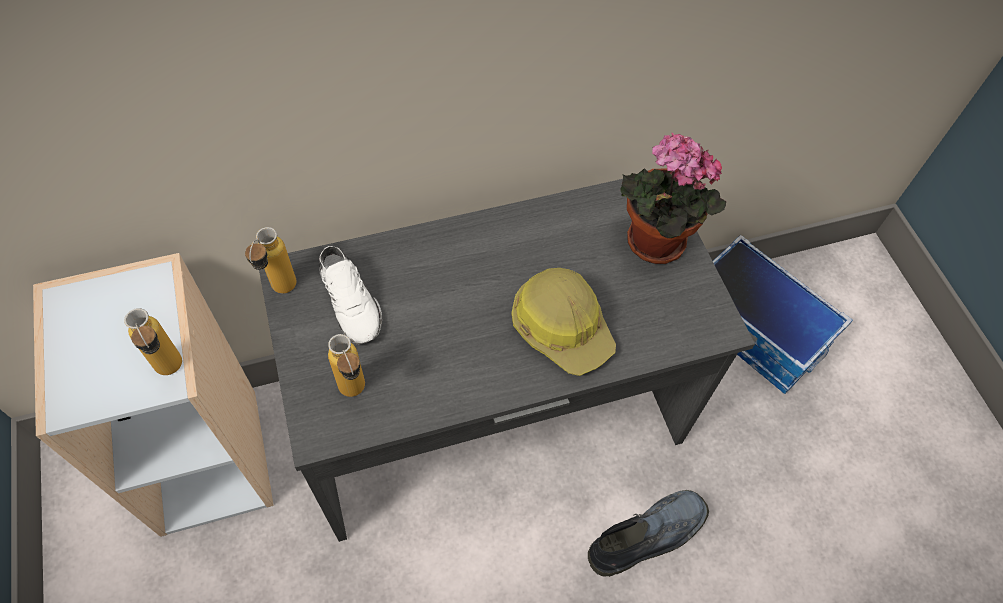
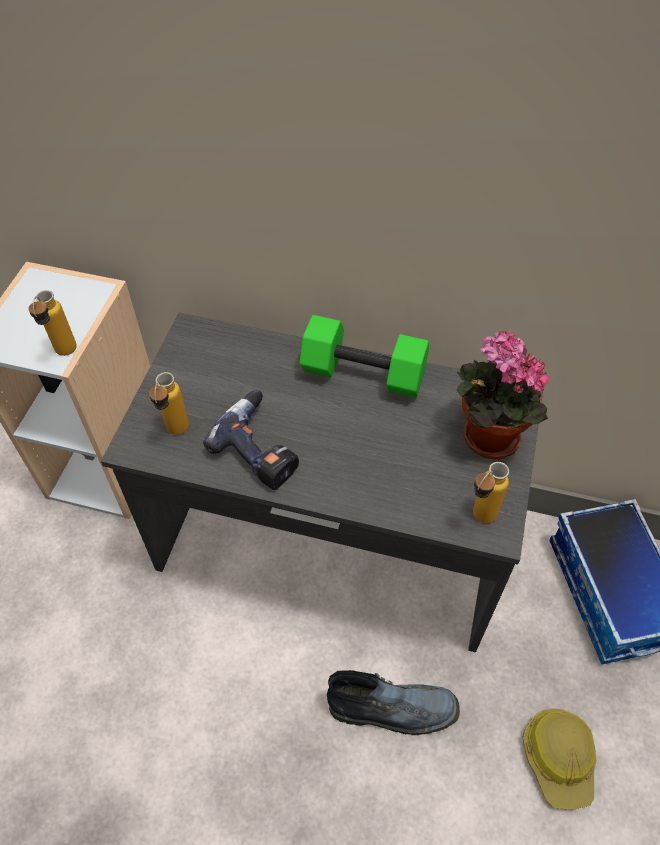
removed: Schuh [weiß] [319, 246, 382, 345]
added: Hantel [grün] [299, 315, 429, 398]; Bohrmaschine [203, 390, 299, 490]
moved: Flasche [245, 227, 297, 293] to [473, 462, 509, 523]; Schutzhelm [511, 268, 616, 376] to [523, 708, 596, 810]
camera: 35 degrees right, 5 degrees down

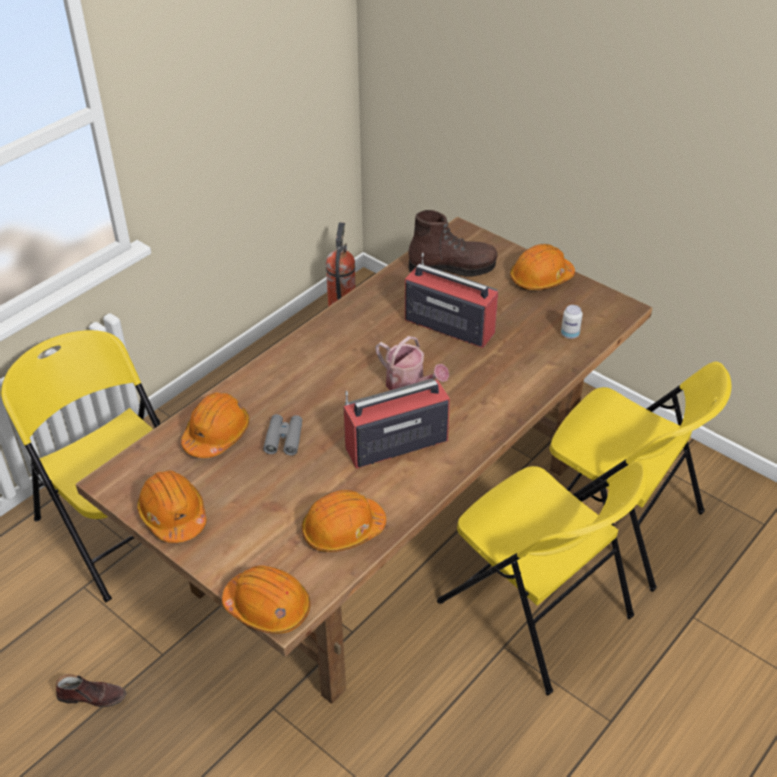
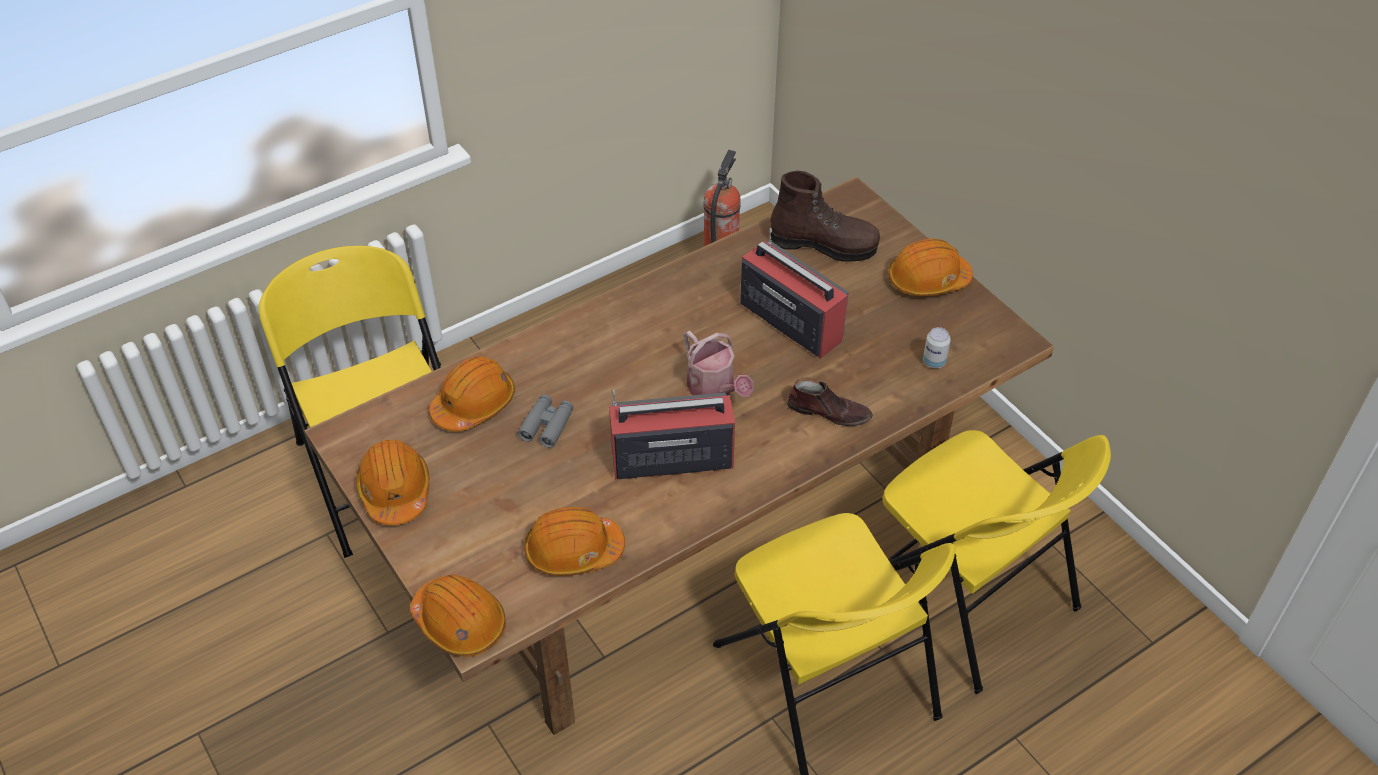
moved: Schuh [braun] [56, 674, 126, 707] to [787, 377, 873, 426]
camera: 15 degrees right, 5 degrees up

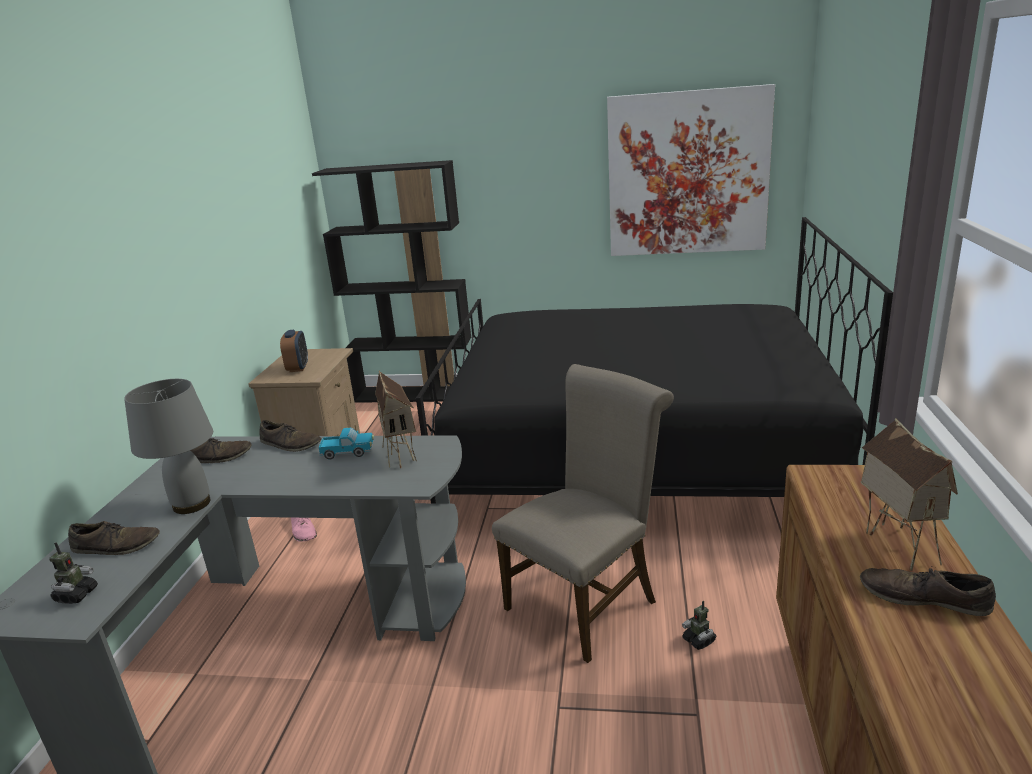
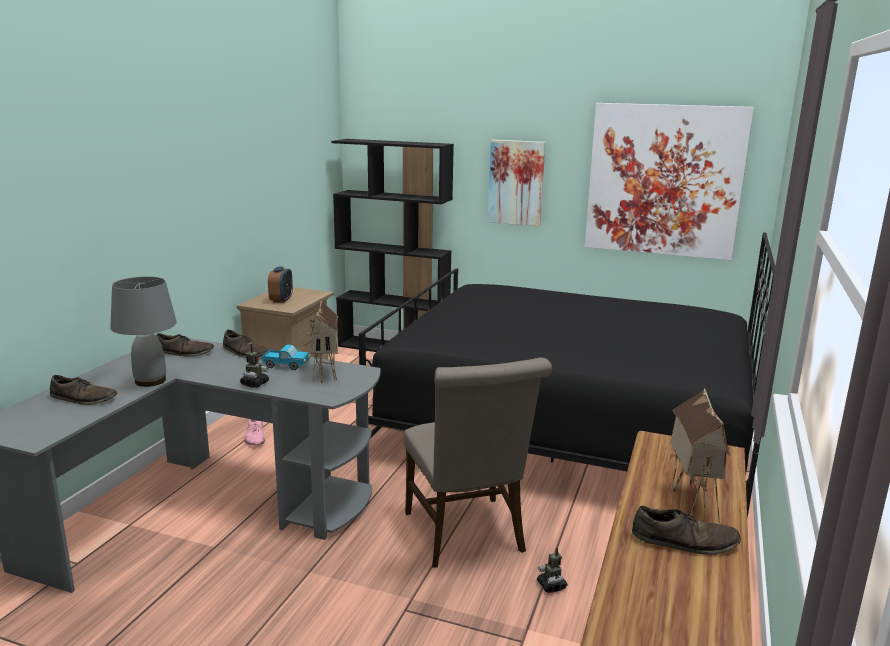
added: Bild [488, 140, 545, 227]
moved: Spielzeugroboter [49, 542, 98, 604] to [240, 344, 269, 388]
turned: Stuhl [beige] [492, 364, 674, 663] = [404, 357, 552, 568] 105 degrees clockwise; Schuh [braun] [860, 567, 996, 616] = [632, 506, 741, 555] 150 degrees clockwise
camera: 10 degrees right, 5 degrees down

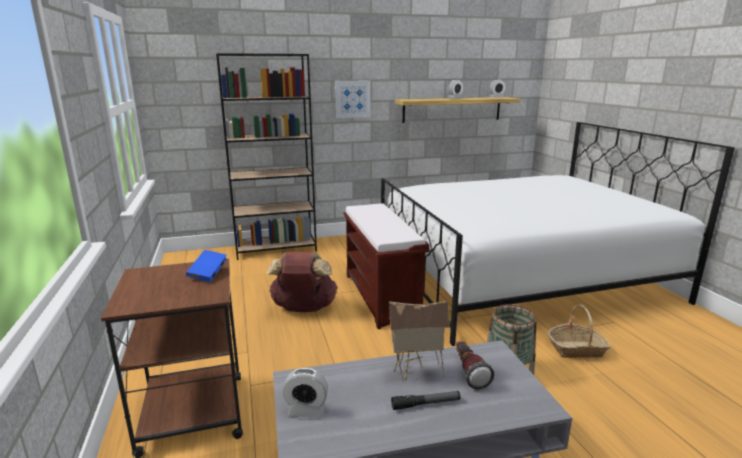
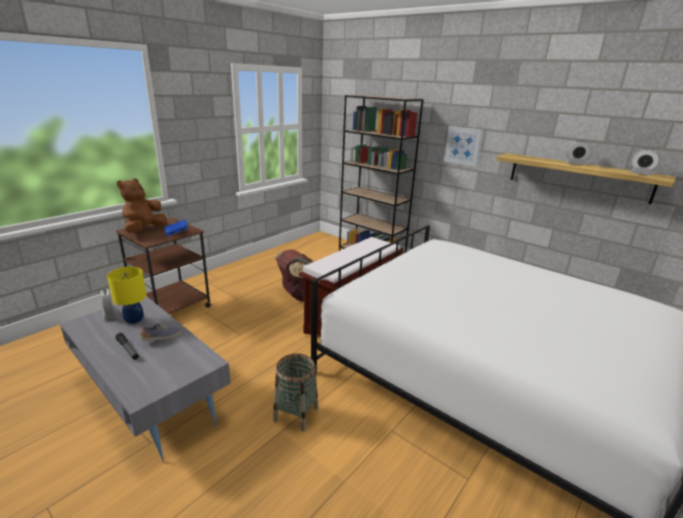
removed: Korb [548, 304, 611, 358]; Taschenlampe [456, 341, 494, 389]
added: Plüschtier [braun] [117, 178, 167, 233]; Tischlampe [gelb] [107, 267, 147, 324]
replaced: Spielzeughaus [389, 301, 449, 382] to Schuh [140, 324, 182, 341]
camera: 55 degrees right, 5 degrees up

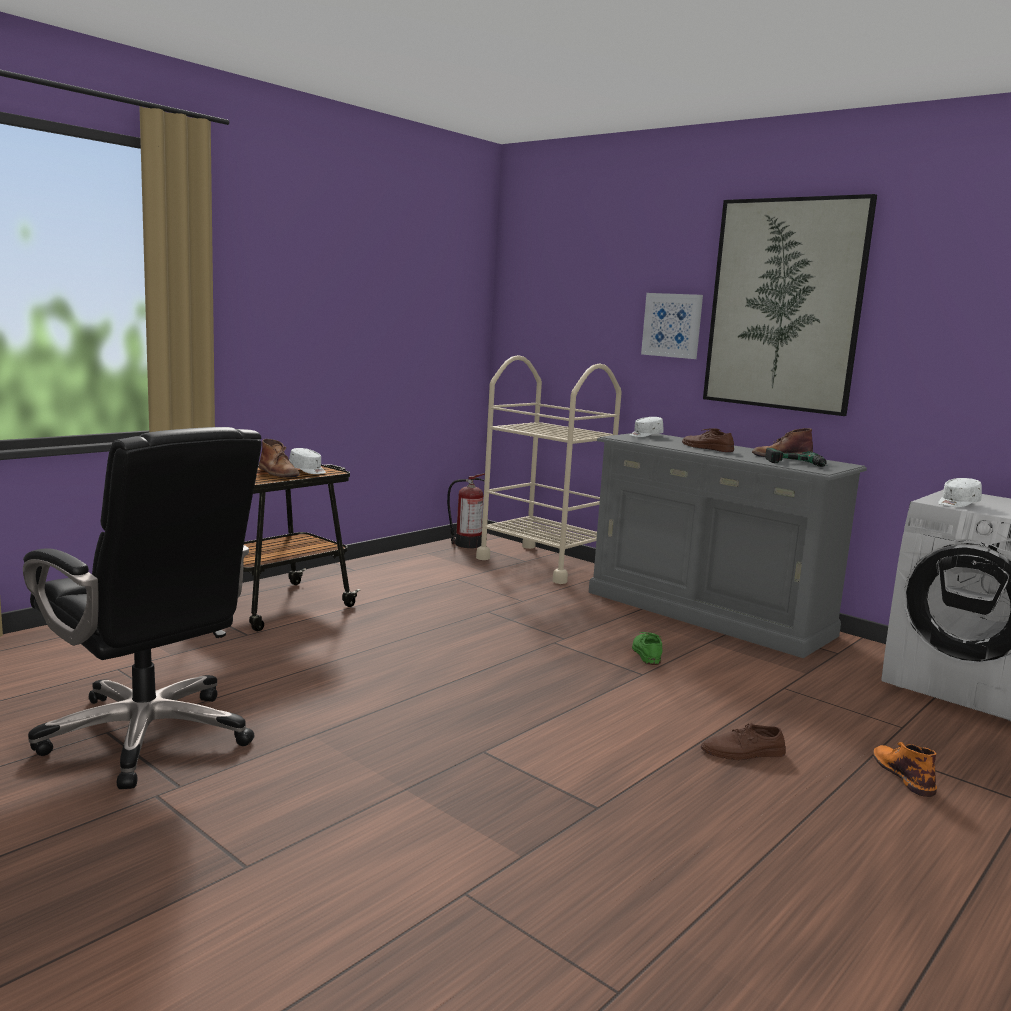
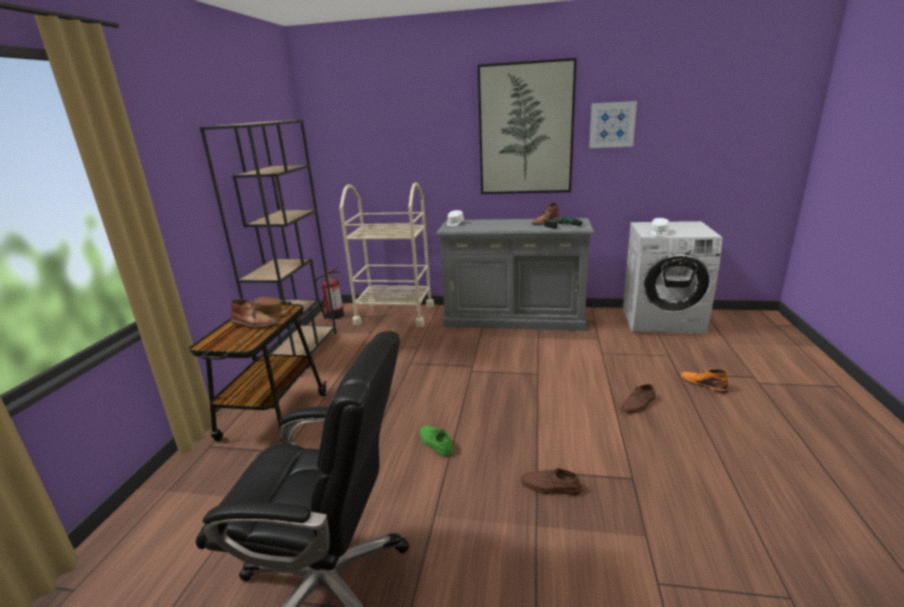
added: Bücherregal [200, 120, 337, 358]
moved: Bild [641, 293, 703, 359] to [589, 101, 637, 148]; Schuh [braun] [682, 428, 734, 452] to [521, 467, 582, 496]; Schuh [grün] [632, 632, 663, 665] to [420, 425, 453, 457]
recoloured: Kappe [weiß] [289, 448, 326, 474] to Kappe [braun] [254, 297, 289, 317]
camera: 30 degrees left, 10 degrees up

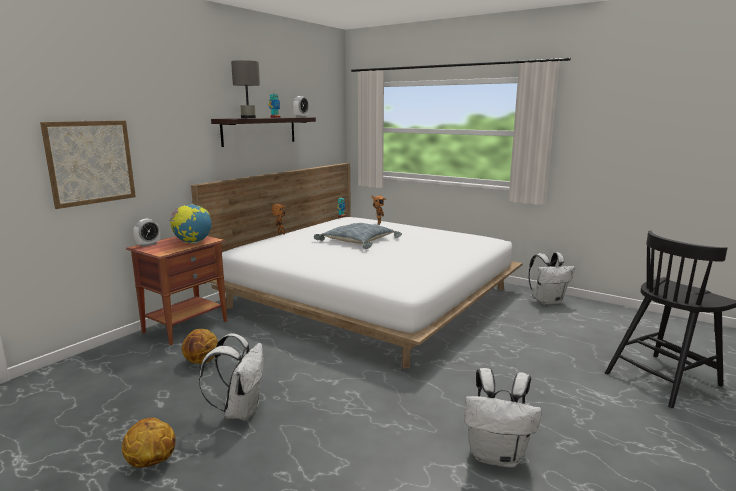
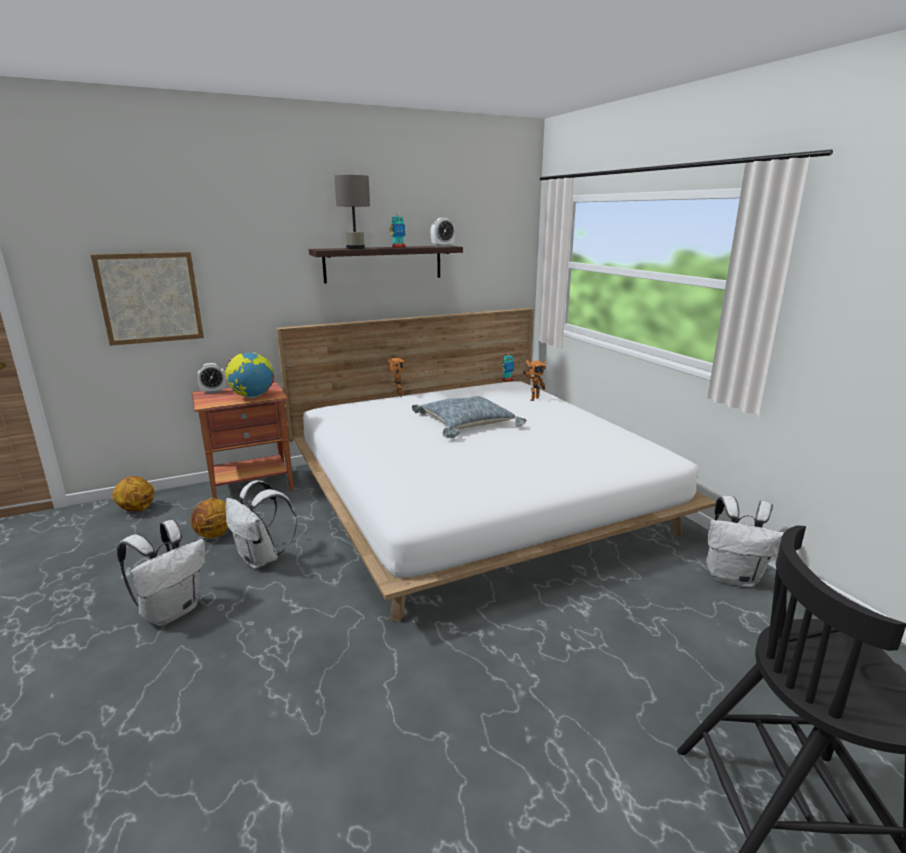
moved: Rucksack [weiß] [464, 368, 542, 467] to [225, 480, 297, 569]; Basketball [122, 417, 176, 468] to [112, 476, 154, 511]
camera: 30 degrees right, 5 degrees up

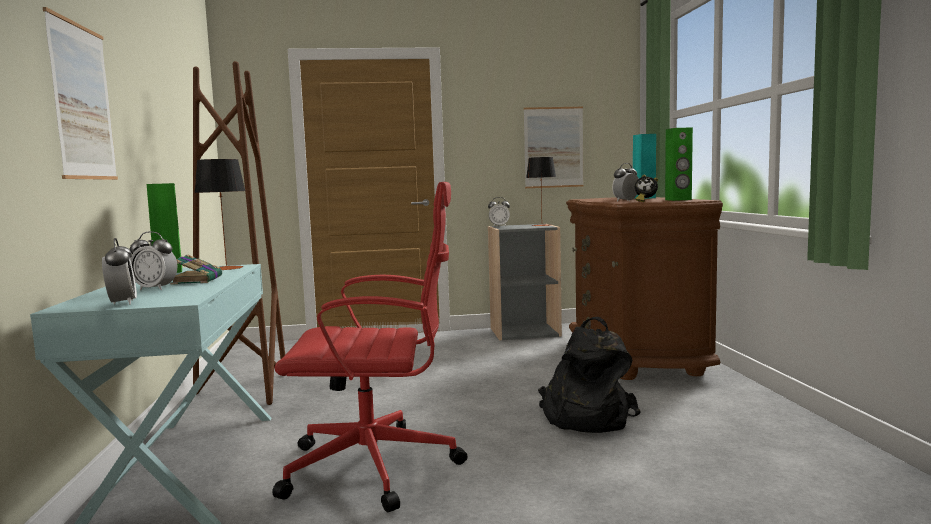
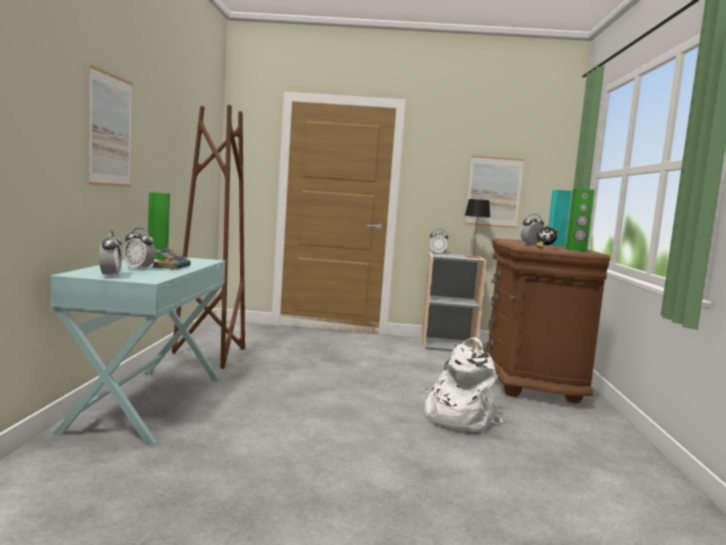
removed: Tischlampe [194, 159, 245, 270]; Bürostuhl [rot] [272, 182, 467, 512]
recoloured: Rucksack [schwarz] [538, 317, 641, 433] to Rucksack [weiß] [424, 337, 504, 432]
camera: 10 degrees right, 0 degrees up

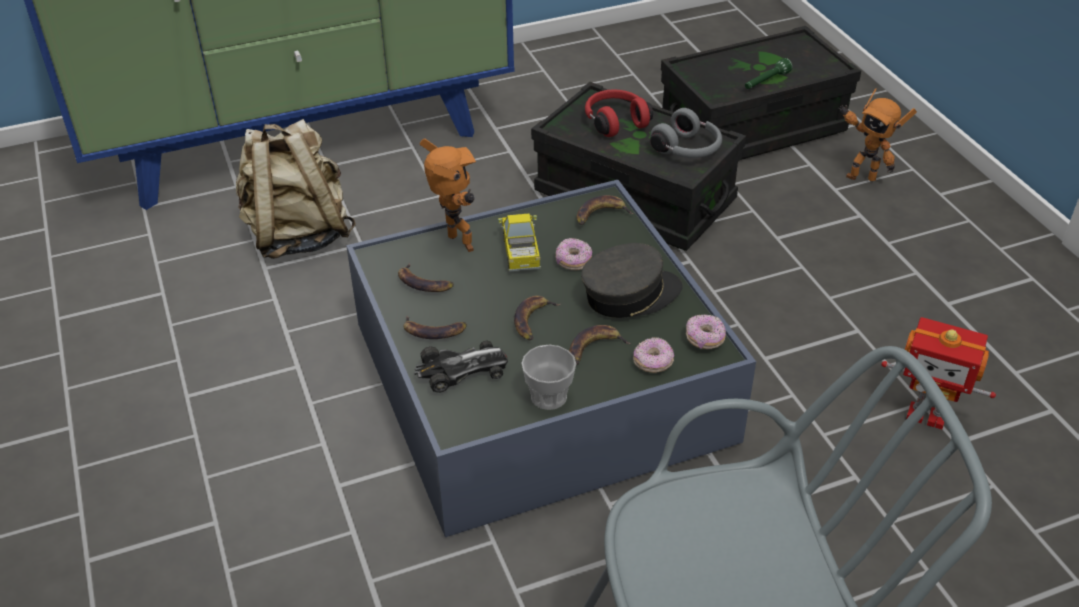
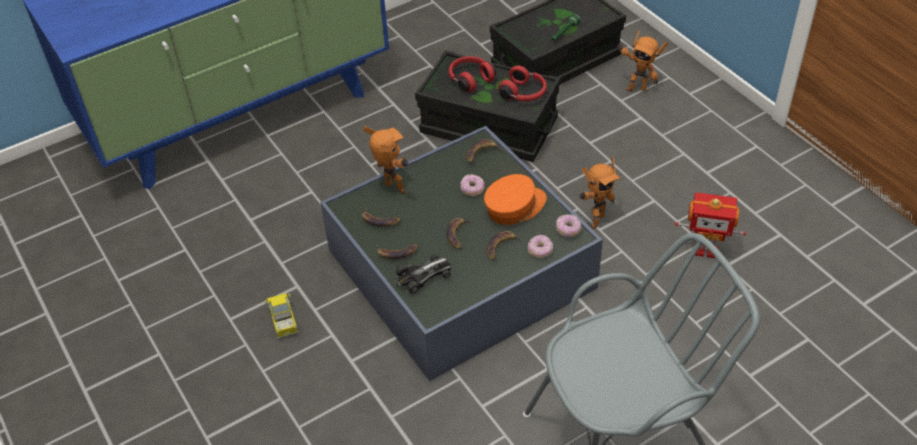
removed: Rucksack [beige] [236, 119, 356, 259]; Tasse [522, 345, 576, 410]
added: Spielzeugroboter [579, 157, 621, 229]
moved: Spielzeuglaster [498, 214, 541, 272] to [265, 293, 298, 339]
recoloured: Kopfhörer [grau] [650, 108, 722, 158] to Kopfhörer [rot] [498, 65, 547, 101]; Kappe [grau] [581, 243, 683, 318] to Kappe [orange] [484, 174, 547, 225]
camera: 10 degrees left, 5 degrees up

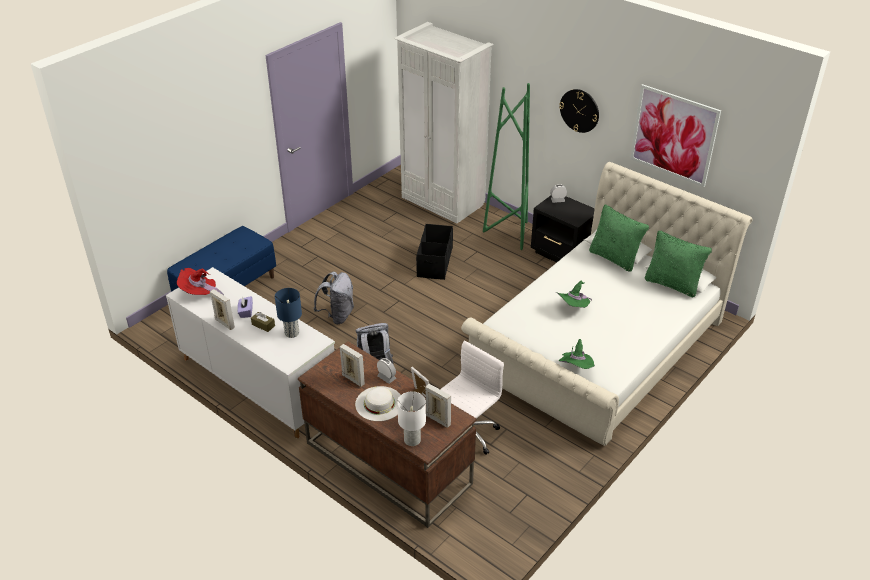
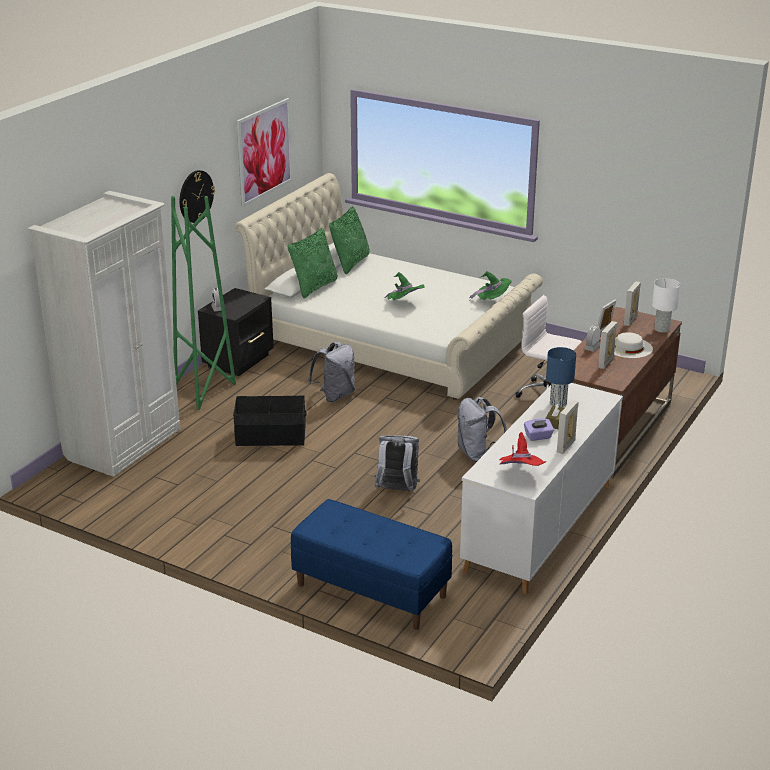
added: Rucksack [grau] [308, 342, 355, 402]
camera: 100 degrees left, 10 degrees down

